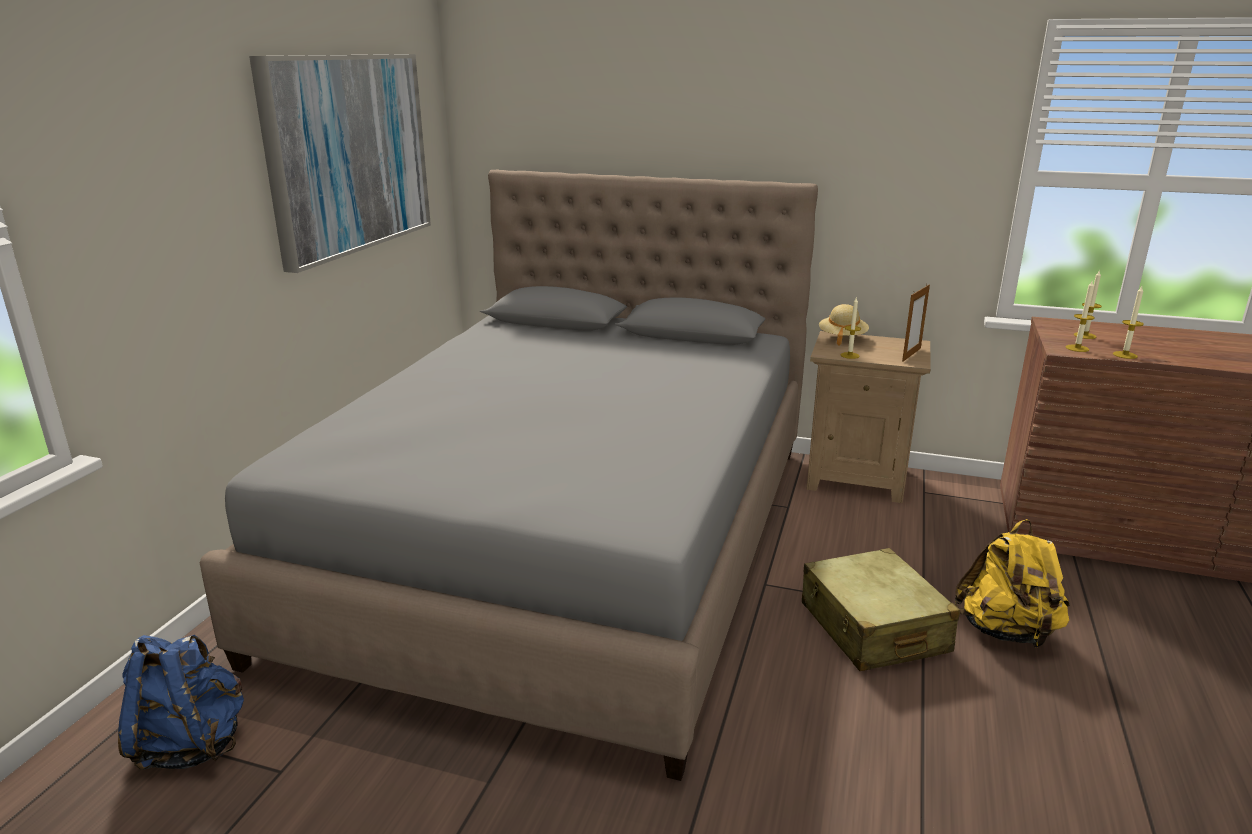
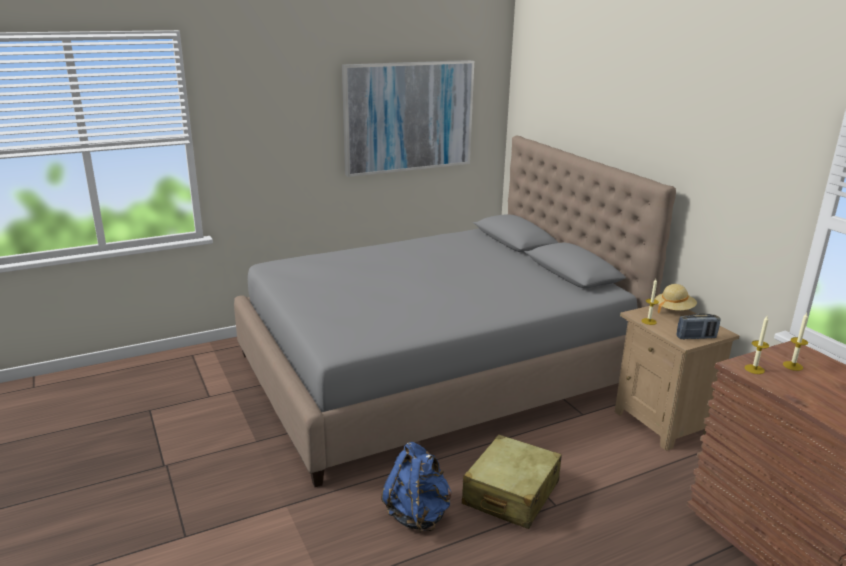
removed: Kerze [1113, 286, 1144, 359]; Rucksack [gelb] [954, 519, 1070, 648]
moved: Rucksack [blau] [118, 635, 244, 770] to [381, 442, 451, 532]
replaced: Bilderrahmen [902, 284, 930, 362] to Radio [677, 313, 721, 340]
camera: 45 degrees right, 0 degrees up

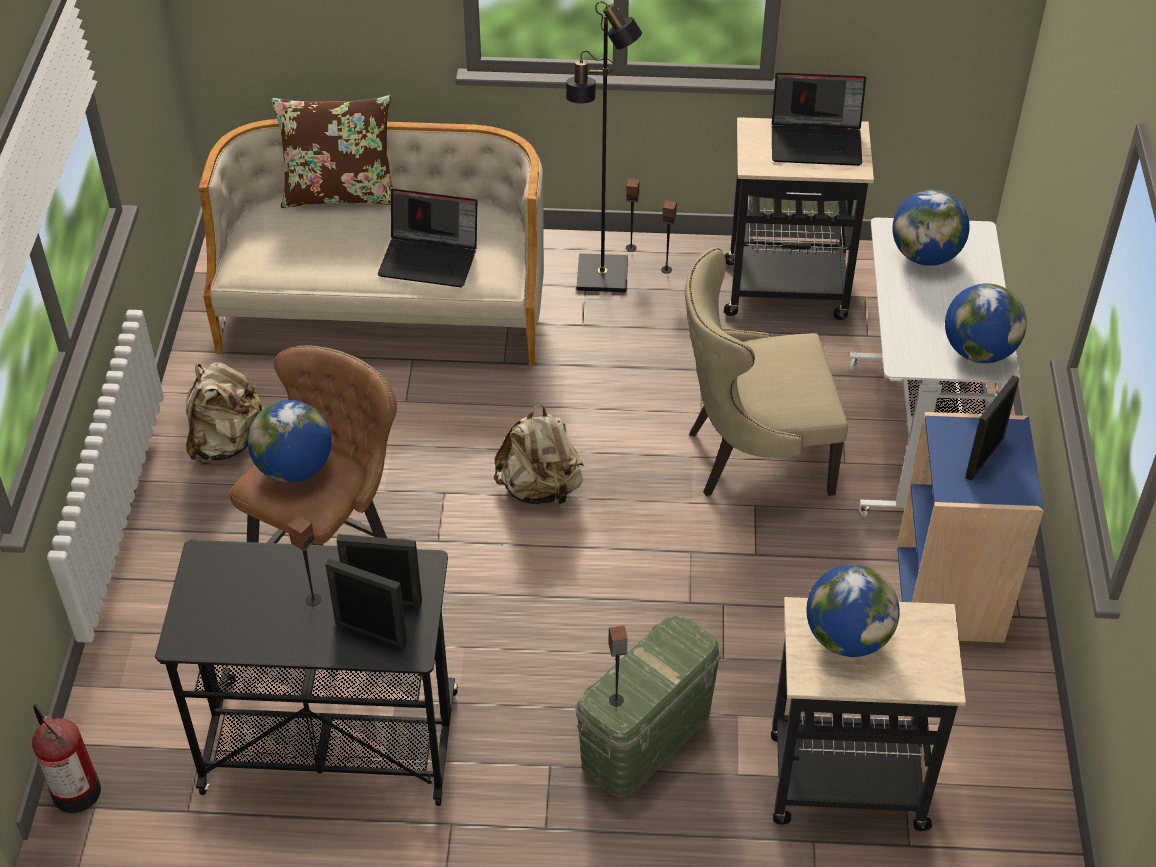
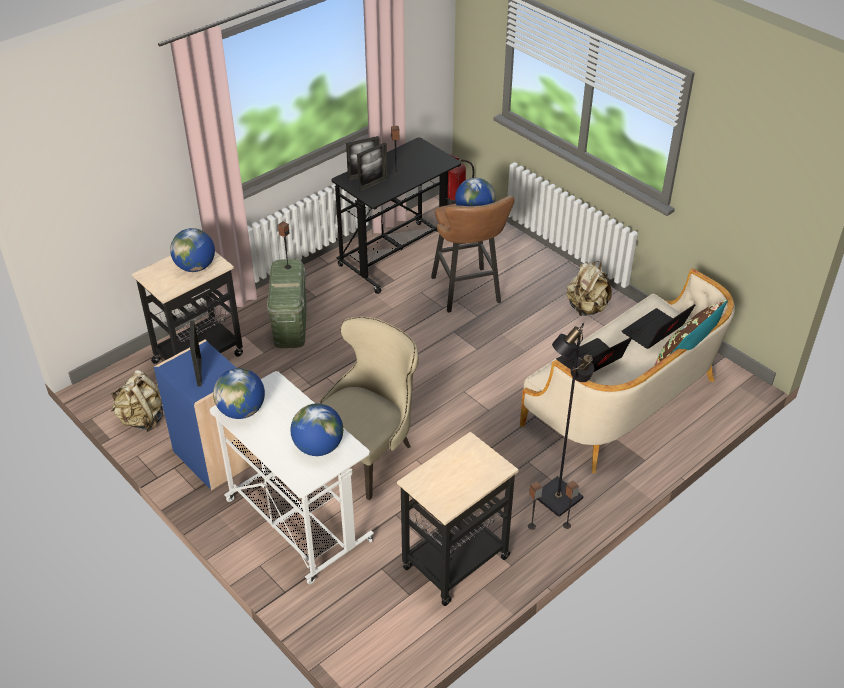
moved: Laptop [772, 73, 866, 166] to [622, 304, 695, 349]; Rucksack [beige] [493, 404, 584, 506] to [111, 370, 163, 432]
camera: 135 degrees right, 5 degrees down

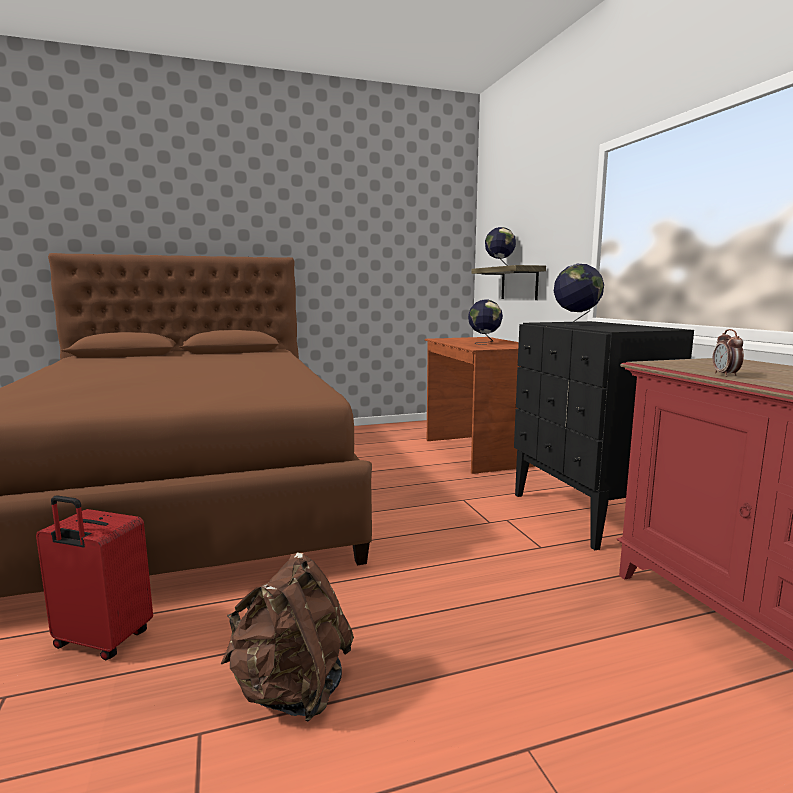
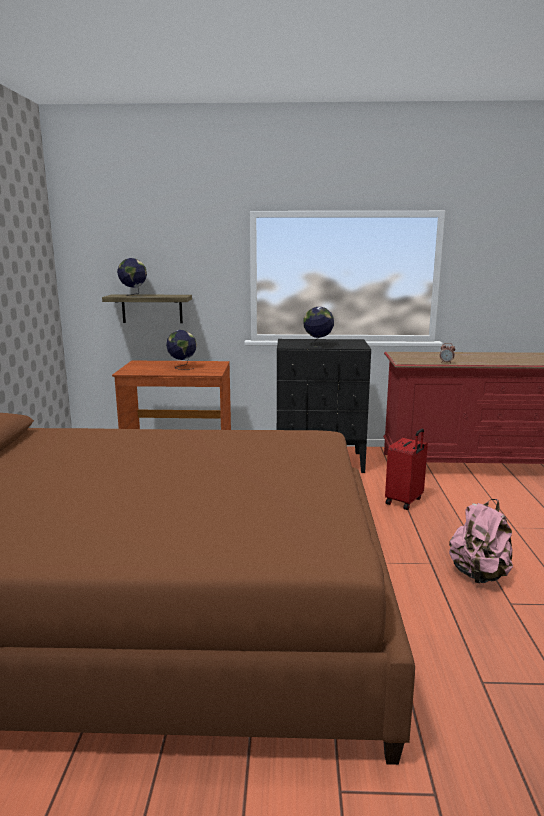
moved: Koffer [rot] [36, 496, 153, 661] to [385, 429, 428, 510]
recoloured: Rucksack [braun] [221, 552, 354, 722] to Rucksack [rosa] [449, 499, 513, 584]
camera: 70 degrees left, 5 degrees up

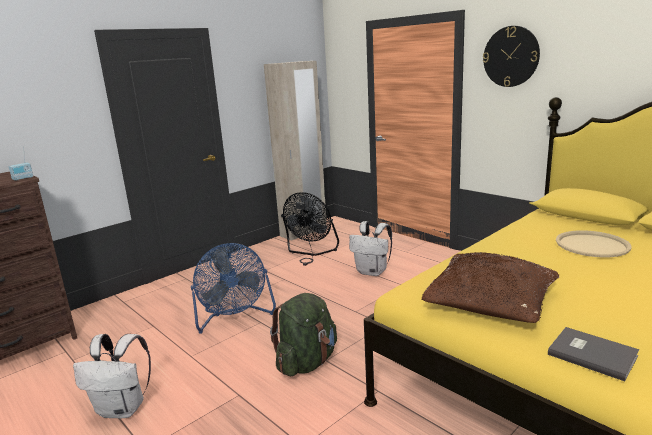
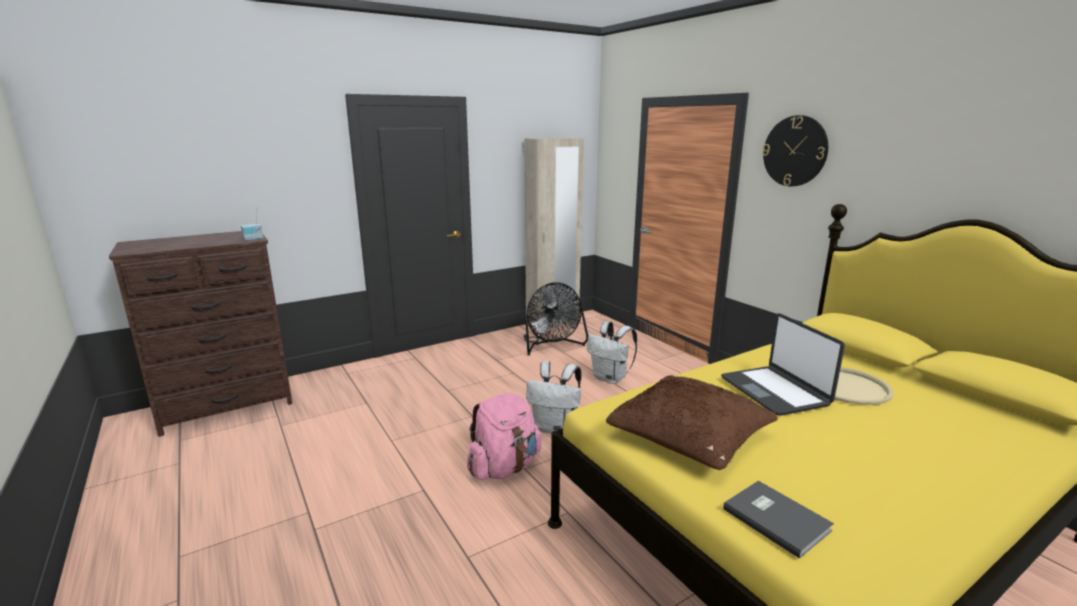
removed: Ventilator [blau] [191, 243, 276, 334]
added: Laptop [721, 313, 845, 416]
moved: Rucksack [weiß] [73, 334, 151, 418] to [526, 361, 582, 433]
recoloured: Rucksack [grün] [270, 293, 337, 376] to Rucksack [rosa] [467, 393, 541, 480]
turned: Ventilator [schwarz] [281, 192, 339, 266] = [523, 282, 588, 356] 120 degrees clockwise
camera: 10 degrees right, 0 degrees up

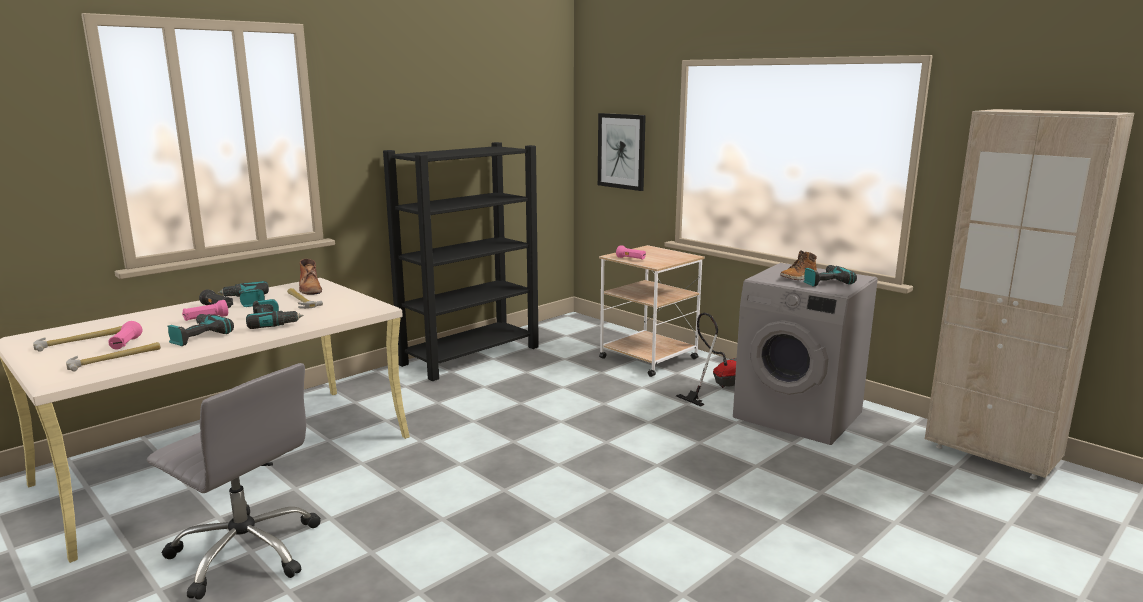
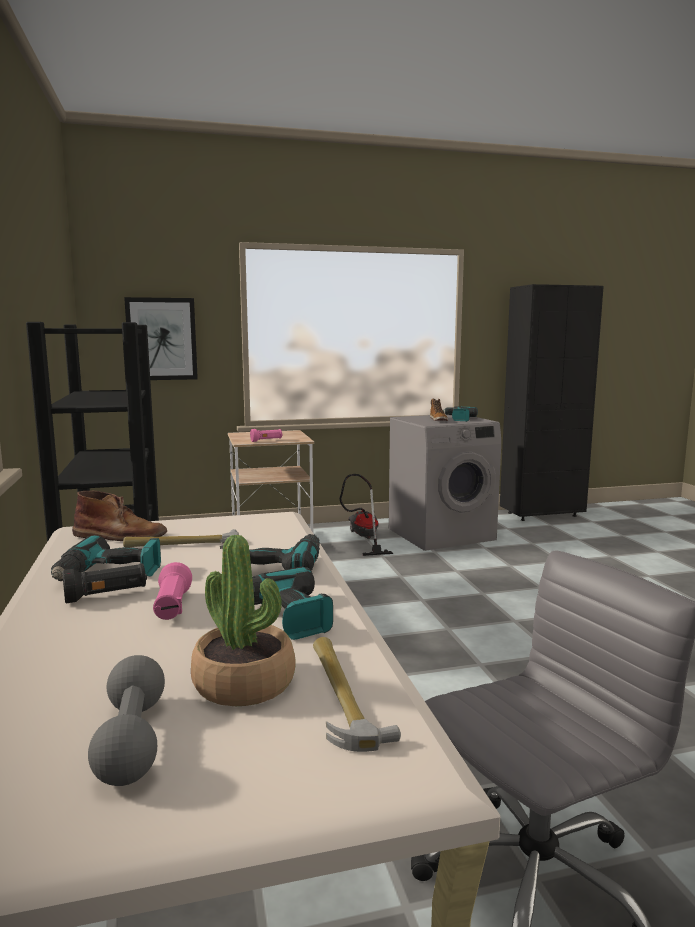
replaced: Taschenlampe [rosa] [108, 321, 142, 349] to Topfpflanze [191, 535, 296, 706]; Hammer [33, 326, 122, 352] to Hantel [grau] [88, 655, 165, 786]
recoloured: Schrank [beige] [925, 109, 1134, 480] to Schrank [schwarz] [500, 284, 604, 521]
camera: 60 degrees left, 5 degrees down

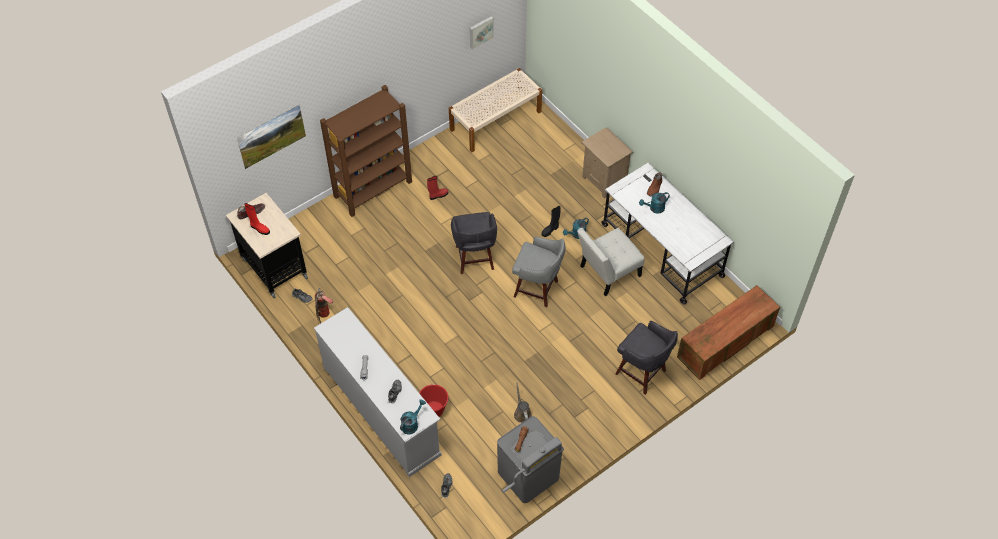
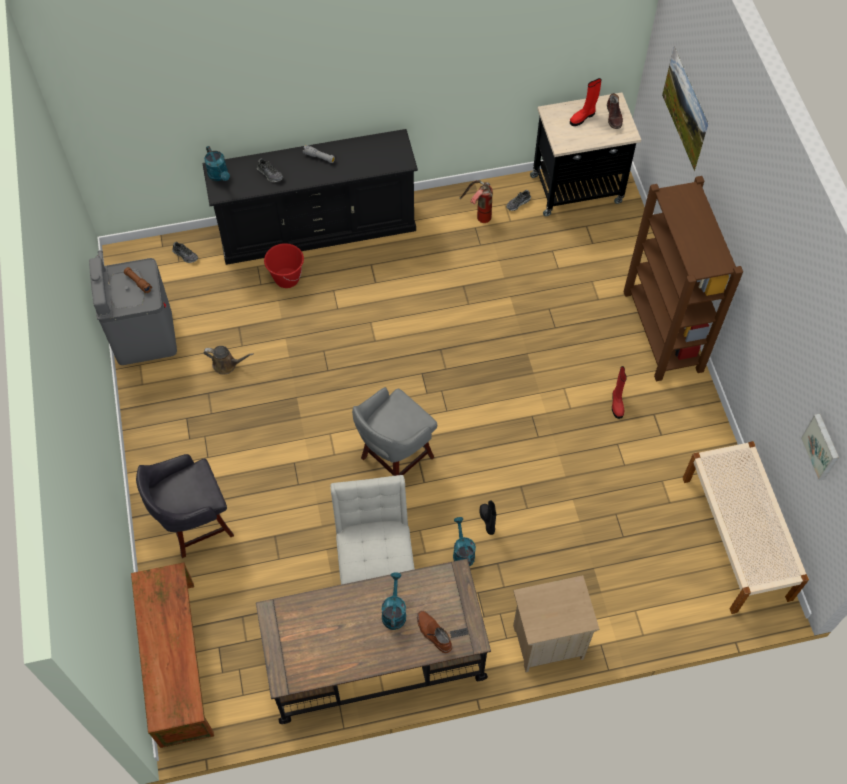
removed: Hocker [grau] [451, 212, 497, 274]
recoloured: Schreibtisch [weiß] [602, 163, 734, 305] to Schreibtisch [braun] [256, 559, 491, 724]; Schrank [weiß] [314, 307, 441, 477] to Schrank [schwarz] [203, 129, 418, 265]
camera: 115 degrees right, 5 degrees up

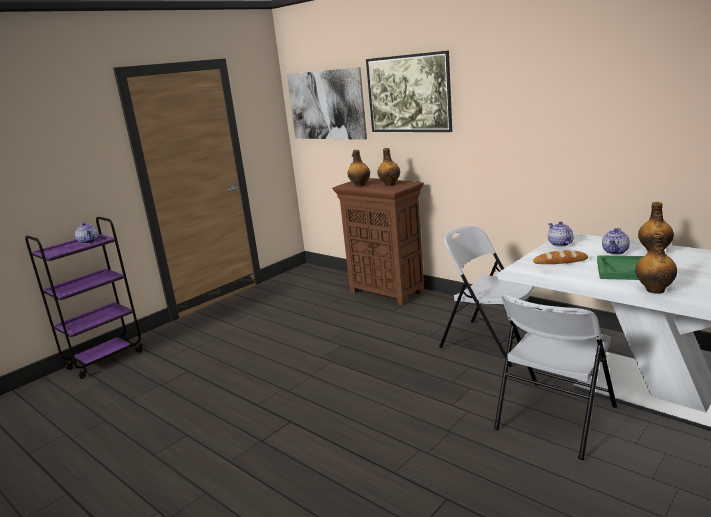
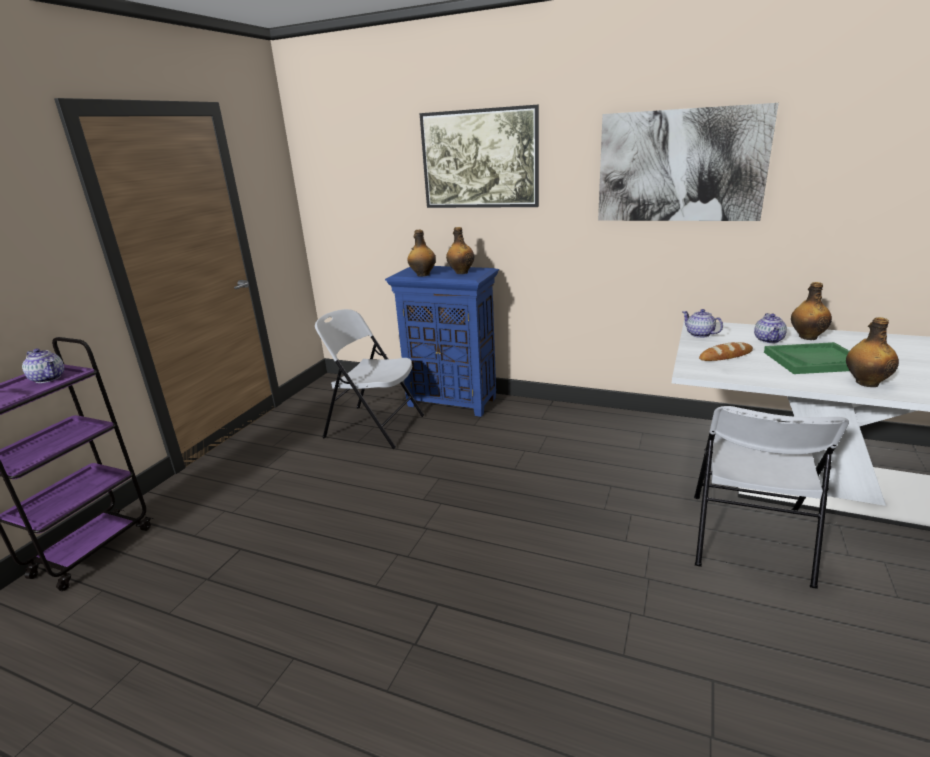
moved: Bild [287, 67, 367, 140] to [598, 103, 779, 221]; Stuhl [weiß] [439, 226, 534, 367] to [315, 309, 424, 449]
recoloured: Schrank [braun] [332, 178, 424, 306] to Schrank [blau] [385, 266, 499, 417]
camera: 20 degrees left, 5 degrees up

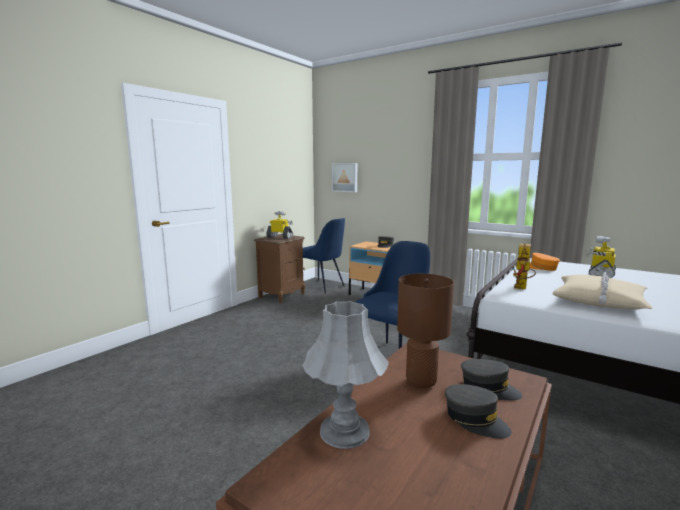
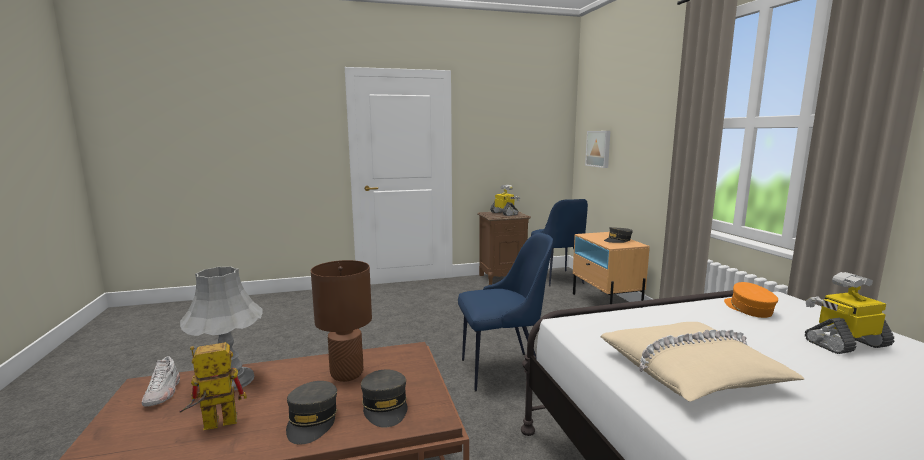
added: Schuh [weiß] [142, 356, 180, 407]
moved: Spielzeugroboter [512, 243, 536, 289] to [179, 342, 247, 430]
camera: 40 degrees right, 0 degrees up

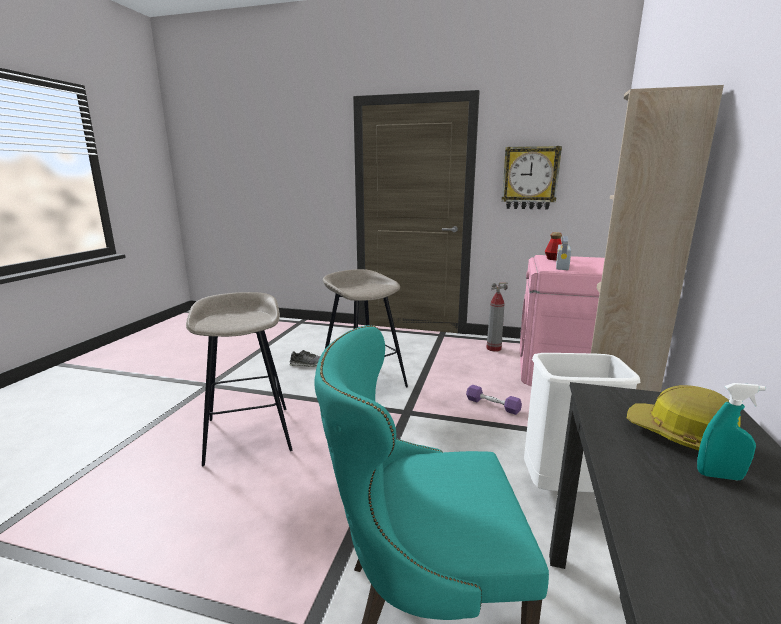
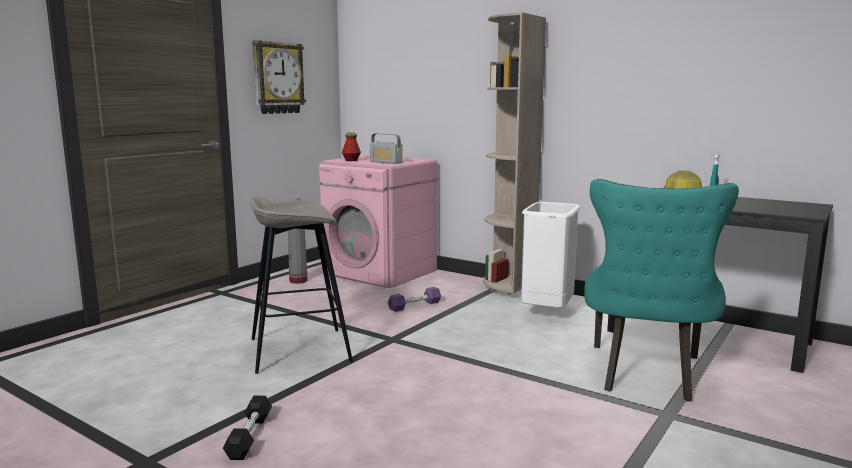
removed: Hocker [grau] [186, 292, 292, 466]; Schuh [289, 350, 320, 367]
added: Hantel [schwarz] [223, 396, 272, 460]
camera: 70 degrees left, 5 degrees down

